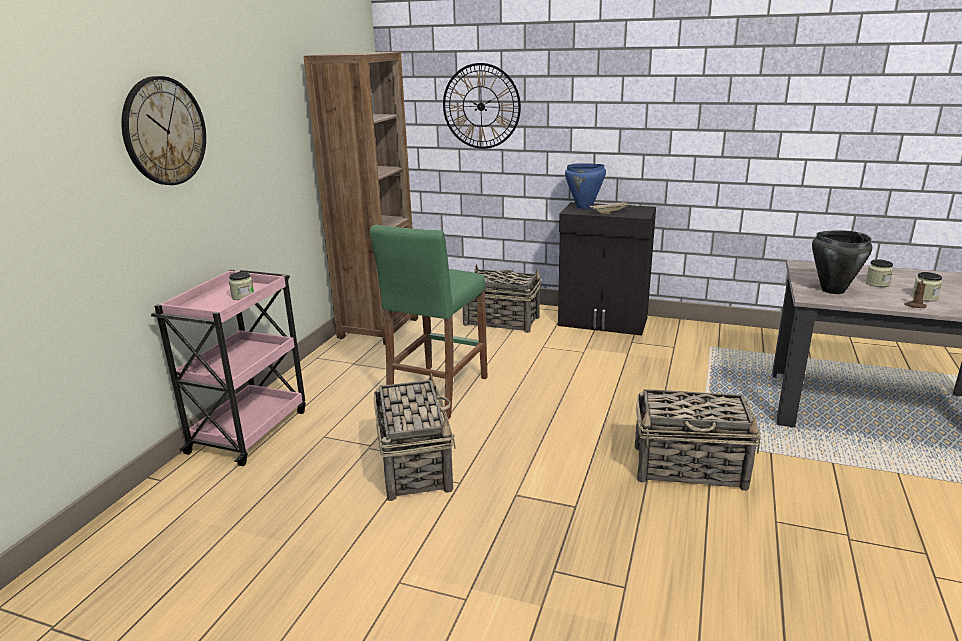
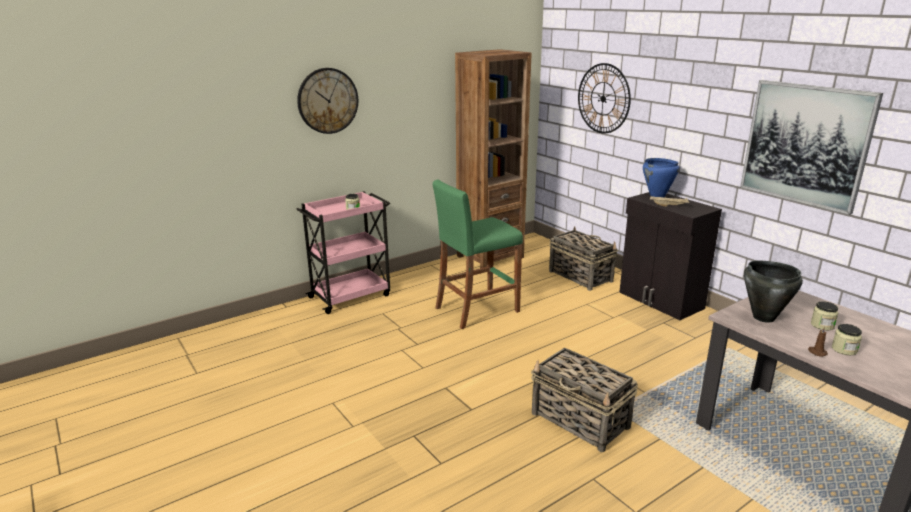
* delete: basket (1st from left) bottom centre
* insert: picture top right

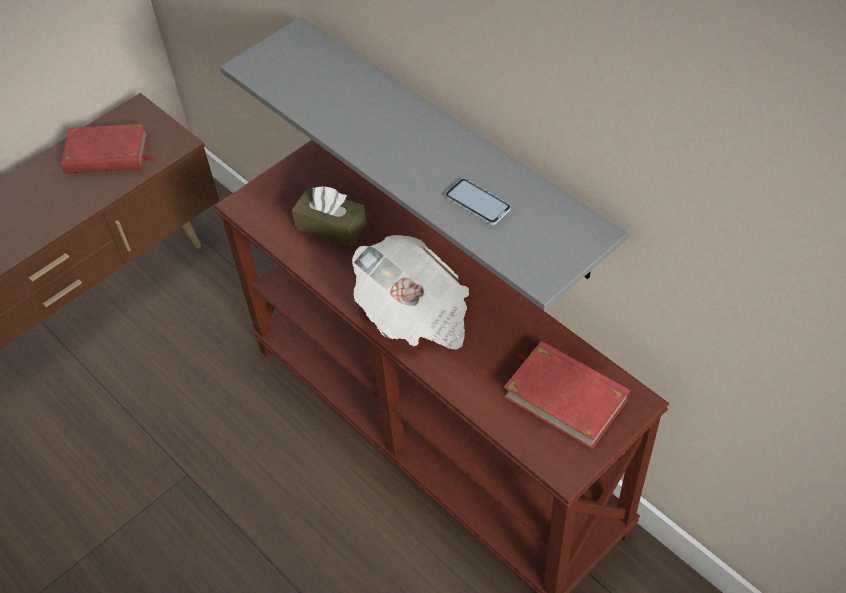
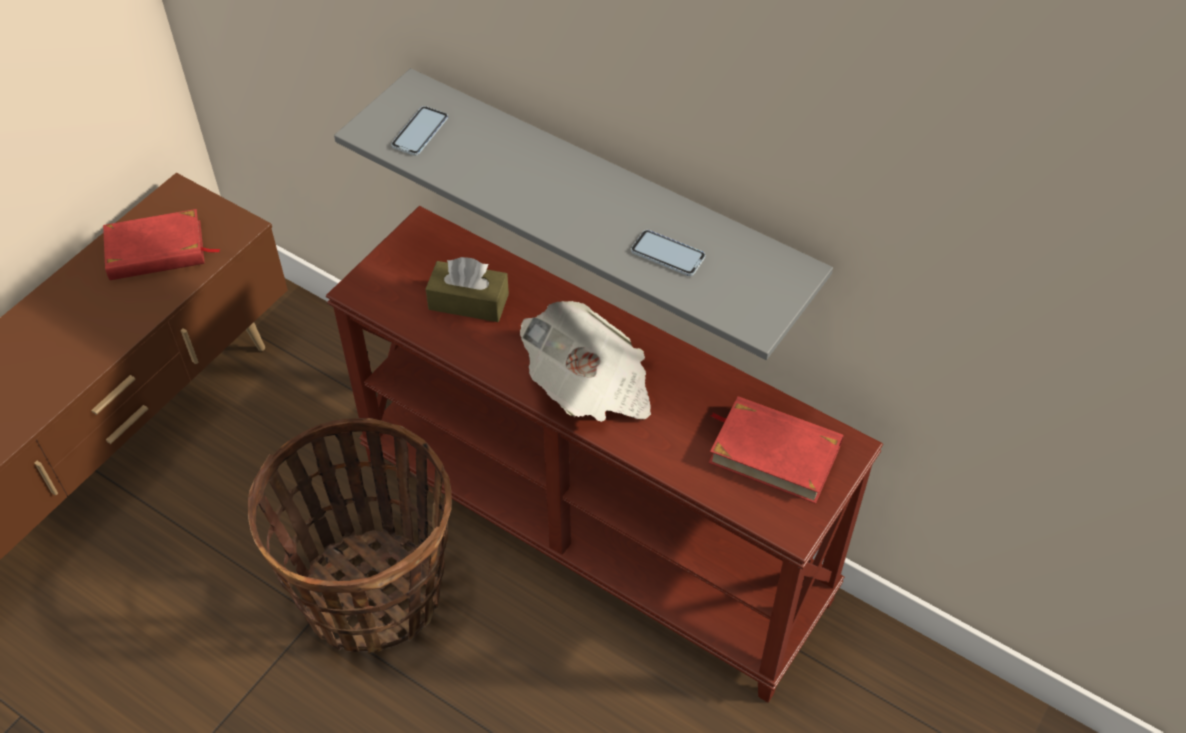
* insert: basket bottom left
* insert: phone (1st from left) top centre

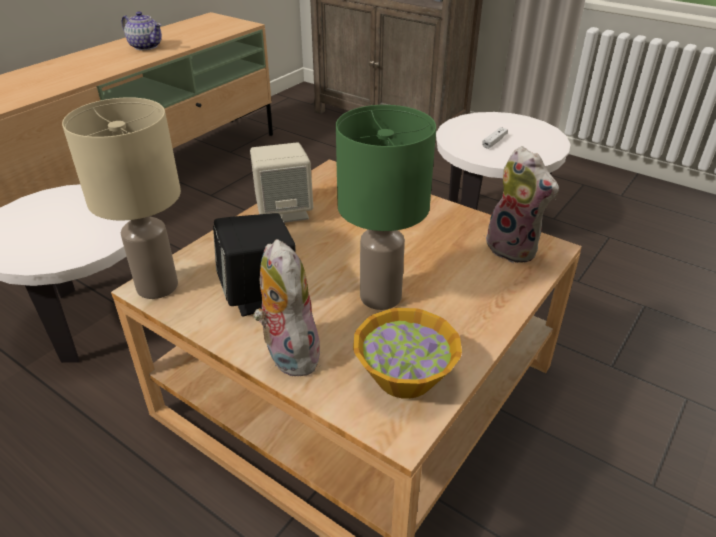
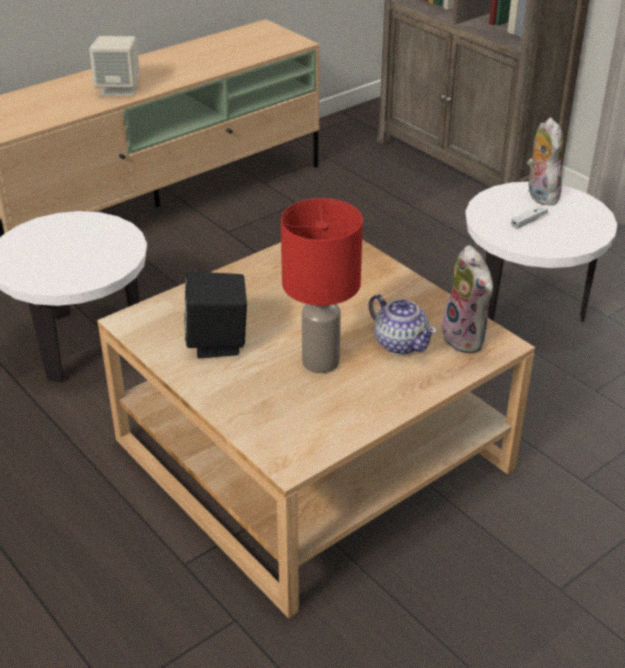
* delete: table lamp (beige) middle left
* move: teapot top left to centre
* move: speaker (beige) centre to top left
* move: plush toy (1st from left in the first image) centre to plush toy (2nd from left) top right
* recolor: table lamp (green) centre to table lamp (red) centre
* delete: bowl centre

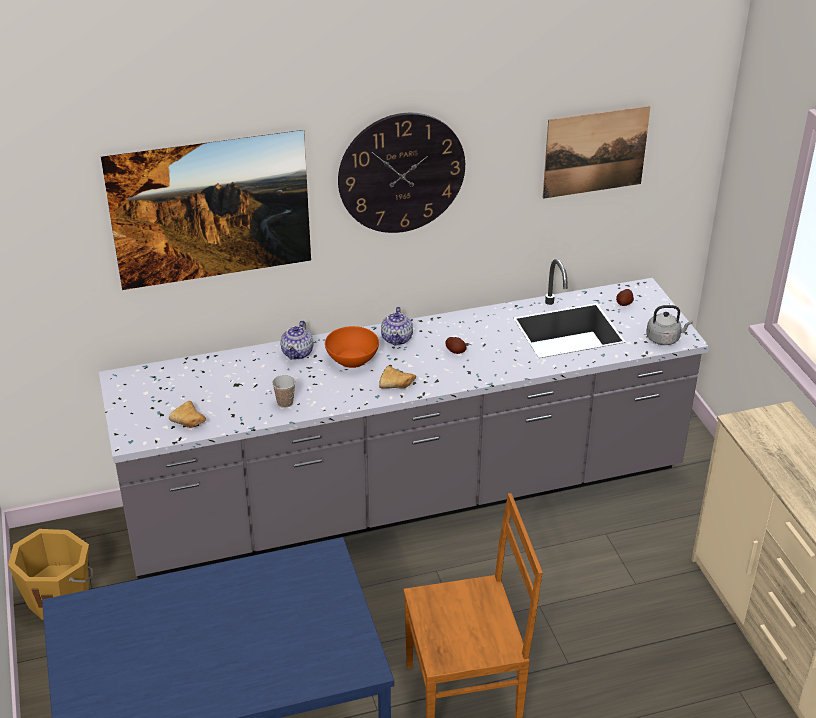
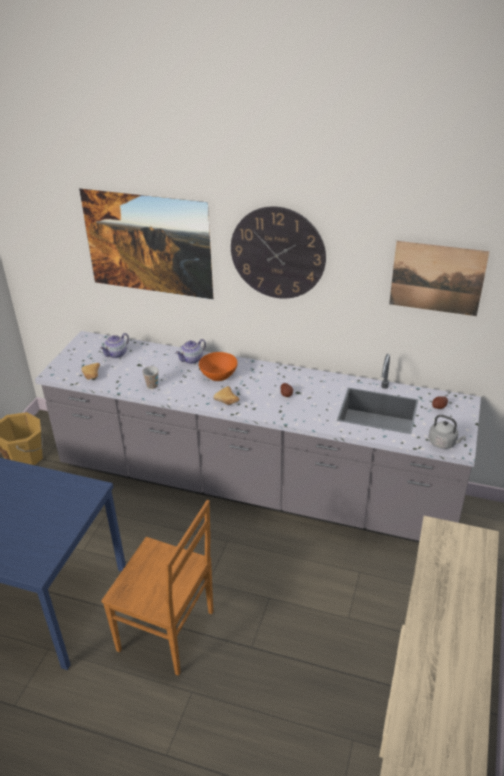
* move: teapot (2nd from left in the first image) centre to teapot (1st from left) middle left

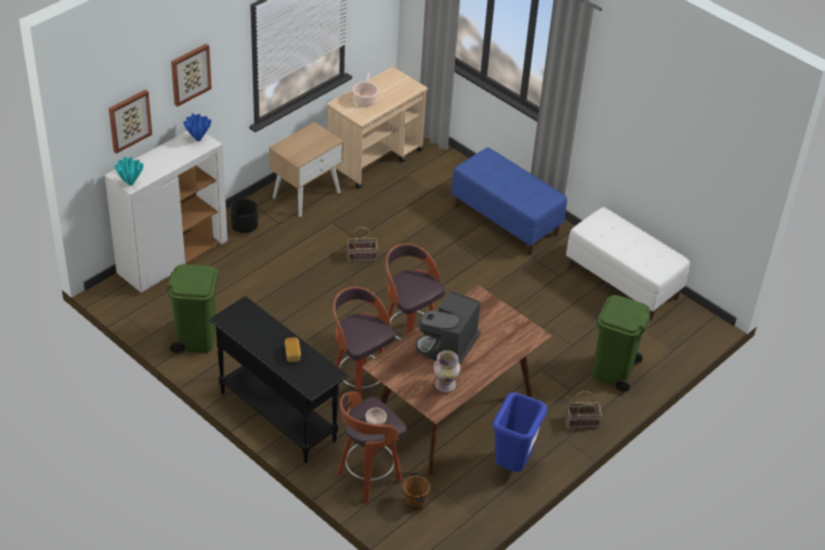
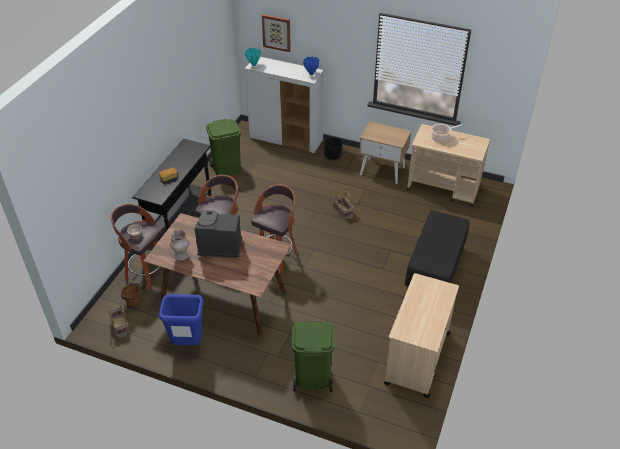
* delete: picture (2nd from left) top left
* recolor: bench (blue) centre to bench (black) middle right
* replace: bench (white) middle right to cart (beige) (1st from left) bottom right
* move: basket (2nd from left in the first image) bottom right to basket (1st from left) bottom left

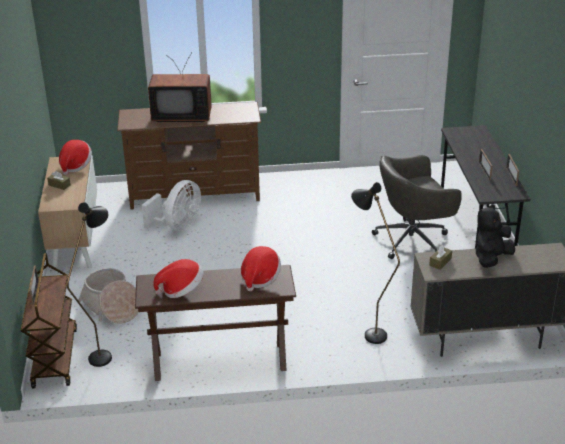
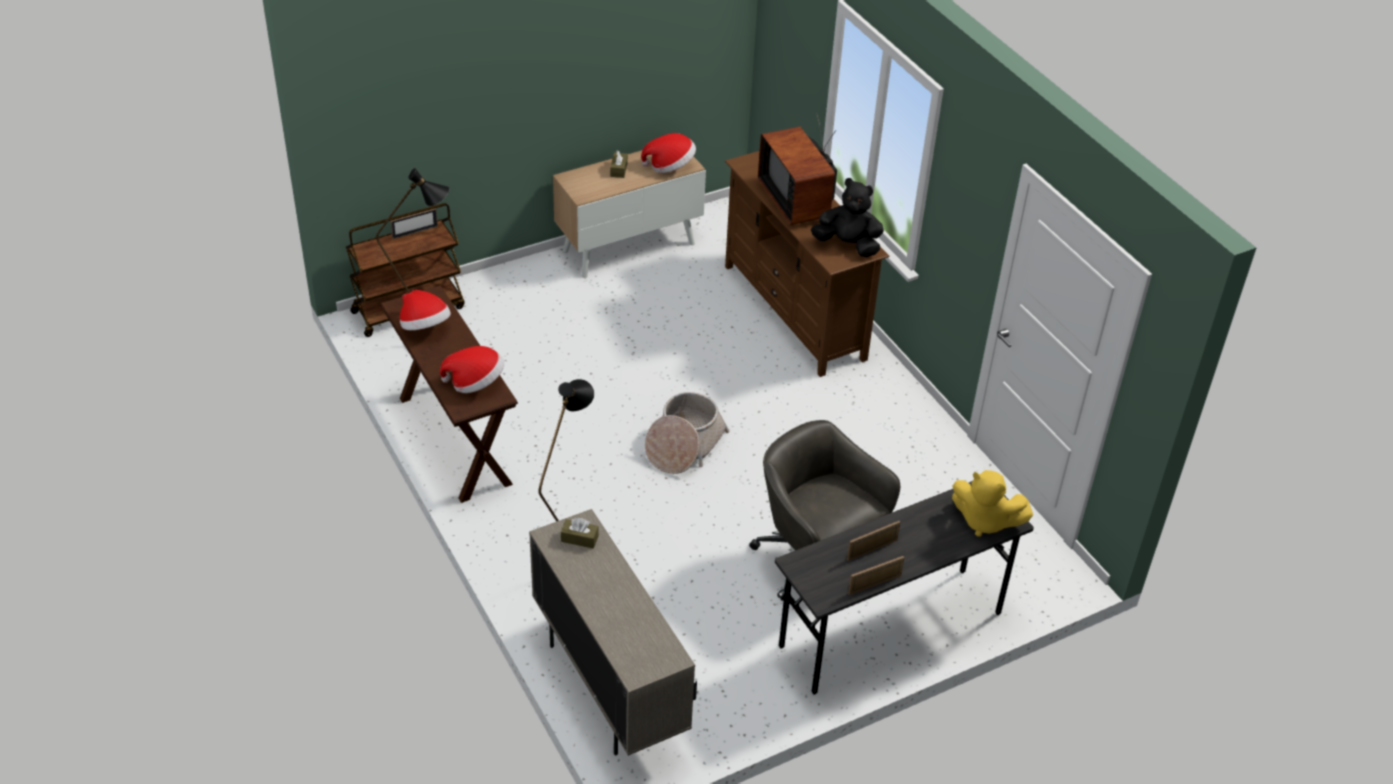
* move: basket bottom left to centre
* delete: fan (white) middle left
* move: plush toy (black) middle right to top centre
* insert: plush toy (yellow) middle right

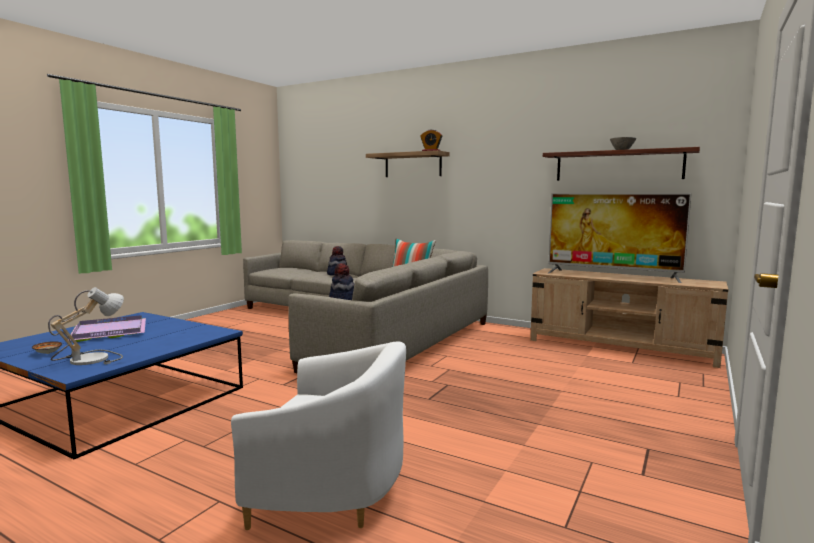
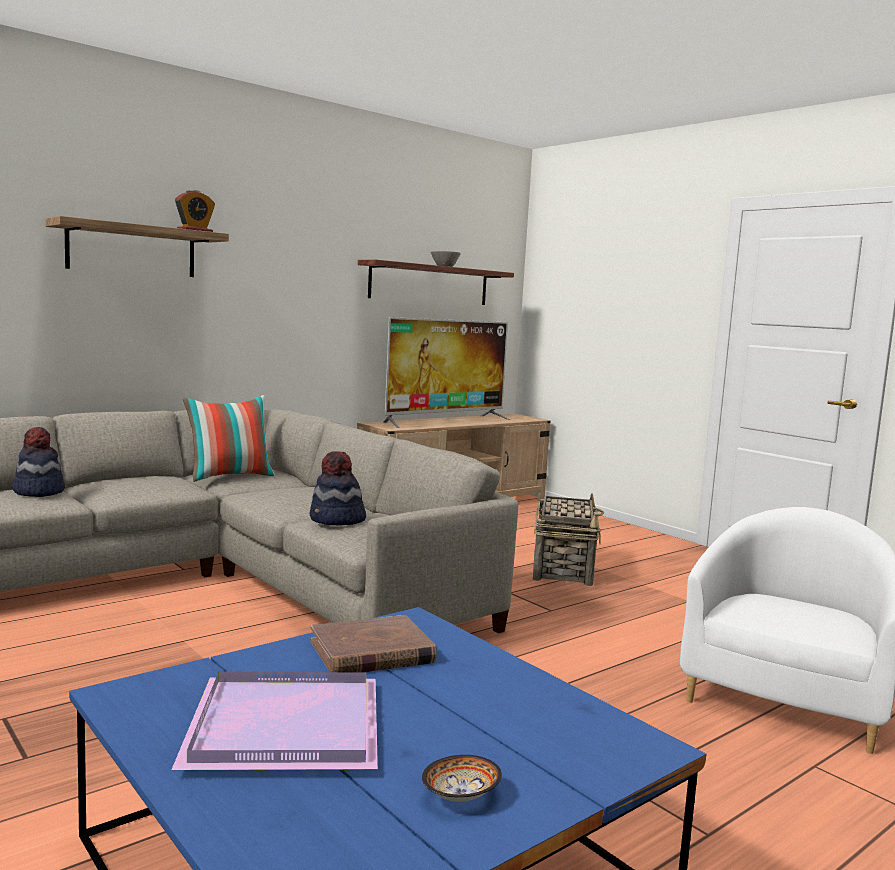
* delete: table lamp middle left
* insert: book (brown) bottom centre
* insert: basket centre

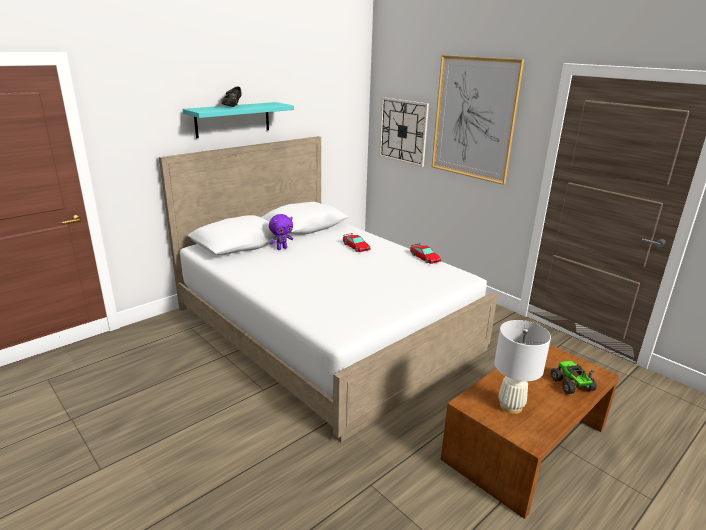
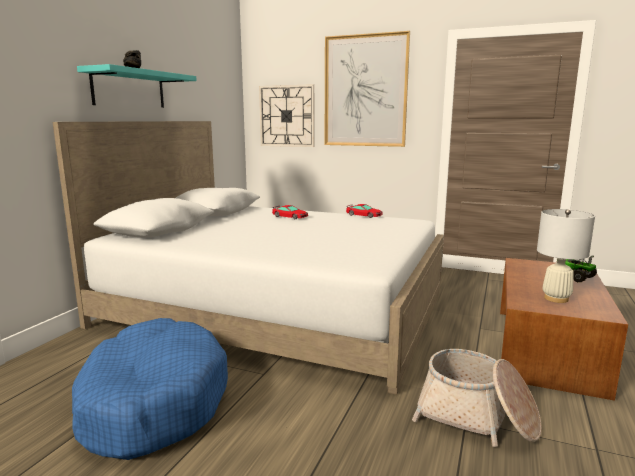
* delete: plush toy (purple) centre
* insert: dog bed (blue) bottom left
* insert: basket bottom right

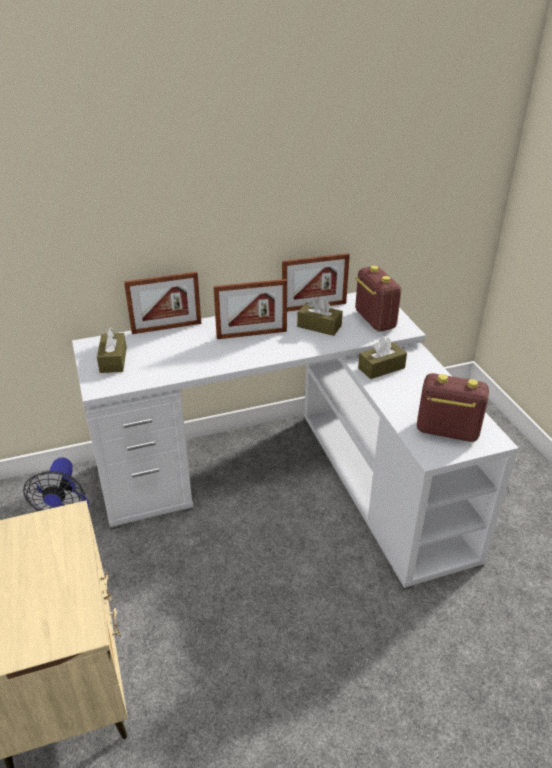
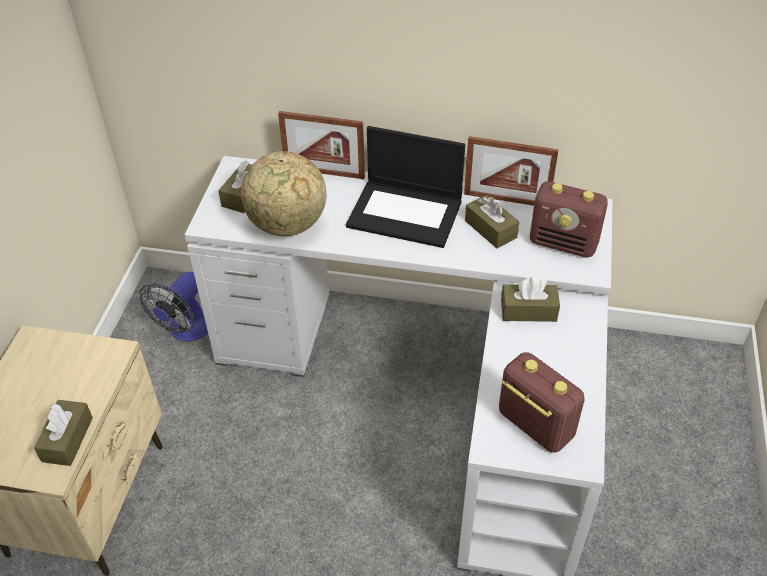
* replace: picture frame (2nd from left) centre to laptop top centre
* rotate: radio (1st from left in the first image) middle right = middle right 105 degrees clockwise
* insert: tissue box (brown) (1st from left) bottom left
* insert: globe centre

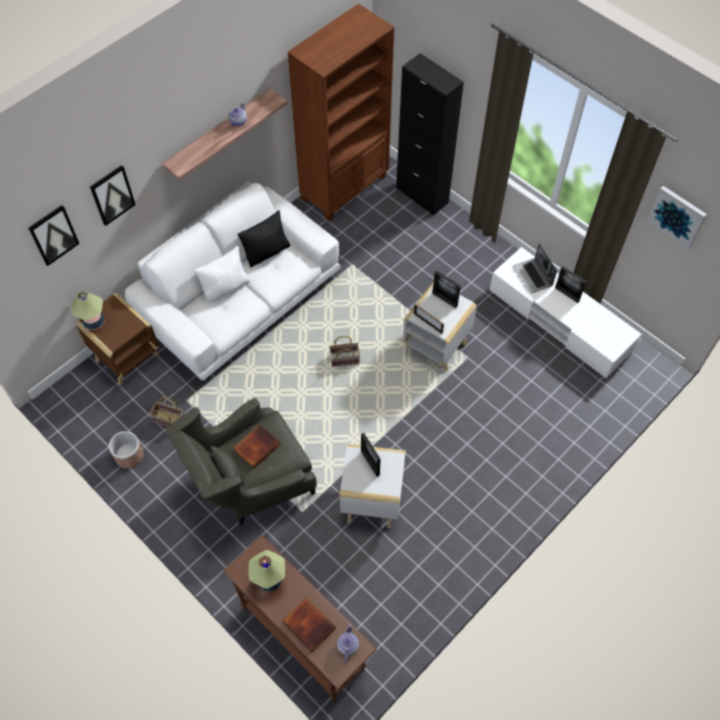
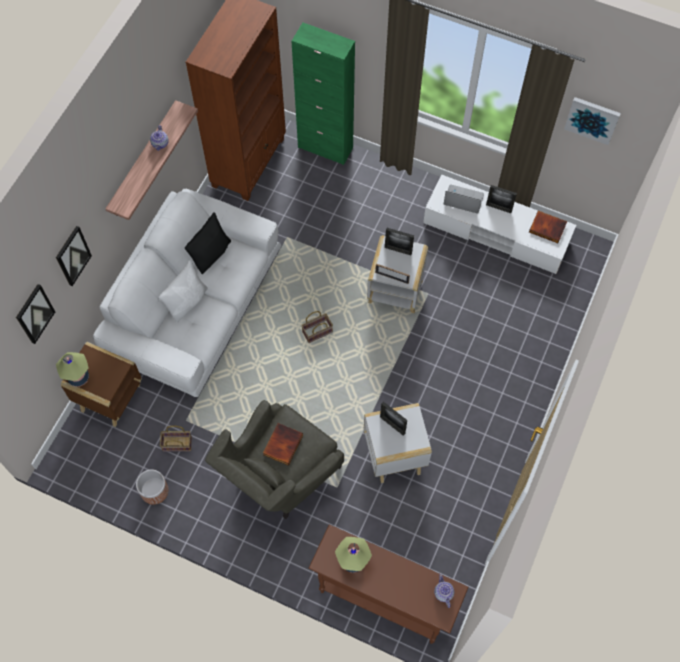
* move: book (2nd from left) bottom centre to middle right
* recolor: cabinet (black) top centre to cabinet (green) top centre
* rotate: laptop middle right = top right 150 degrees clockwise

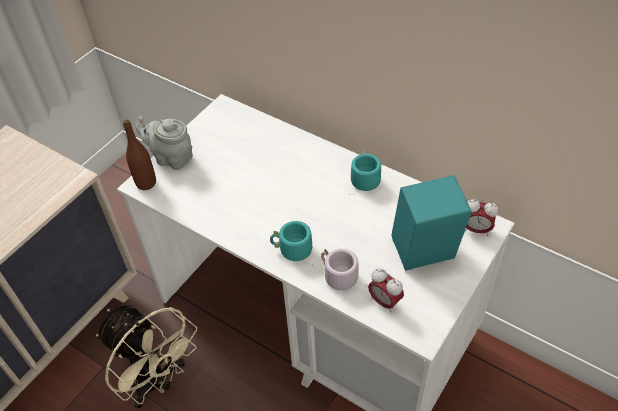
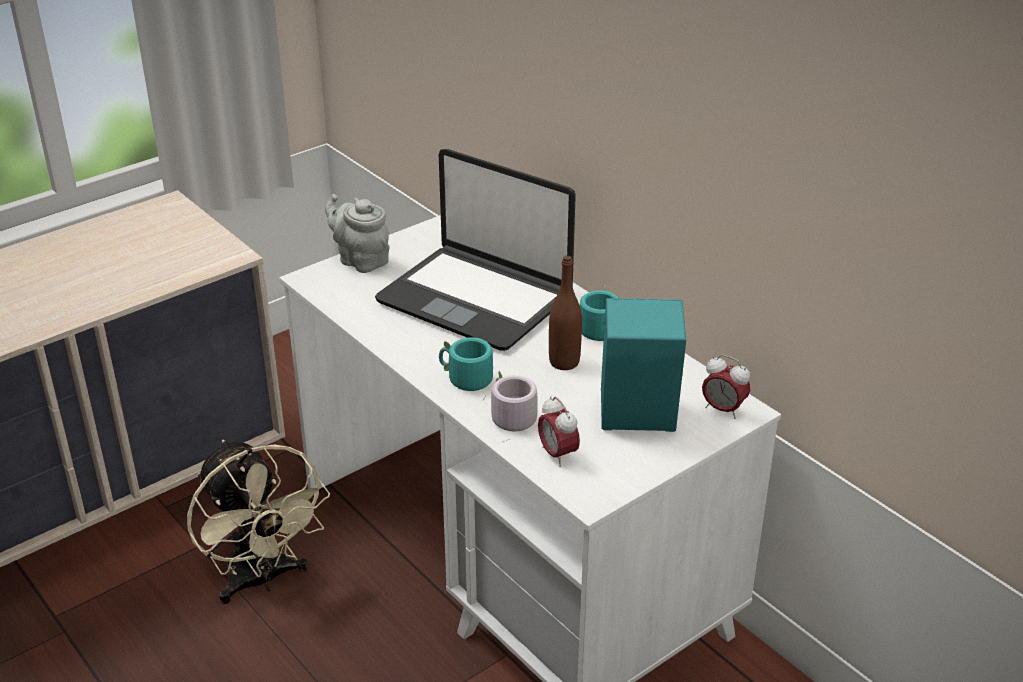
* move: bottle (brown) middle left to centre
* insert: laptop centre

